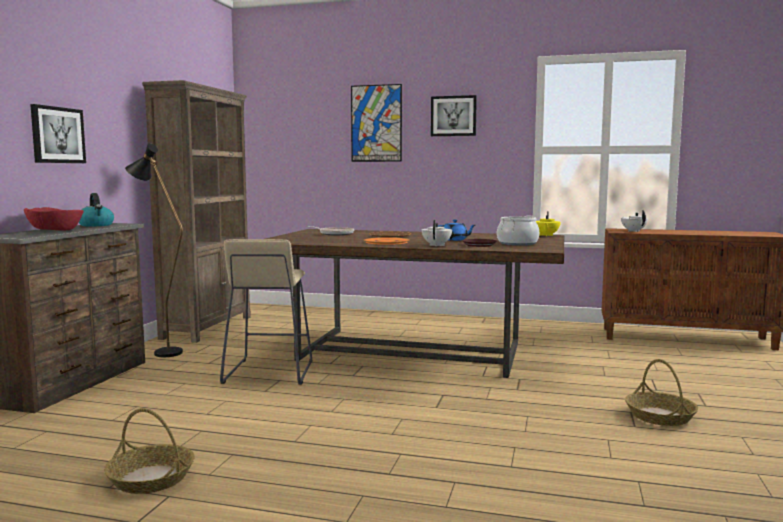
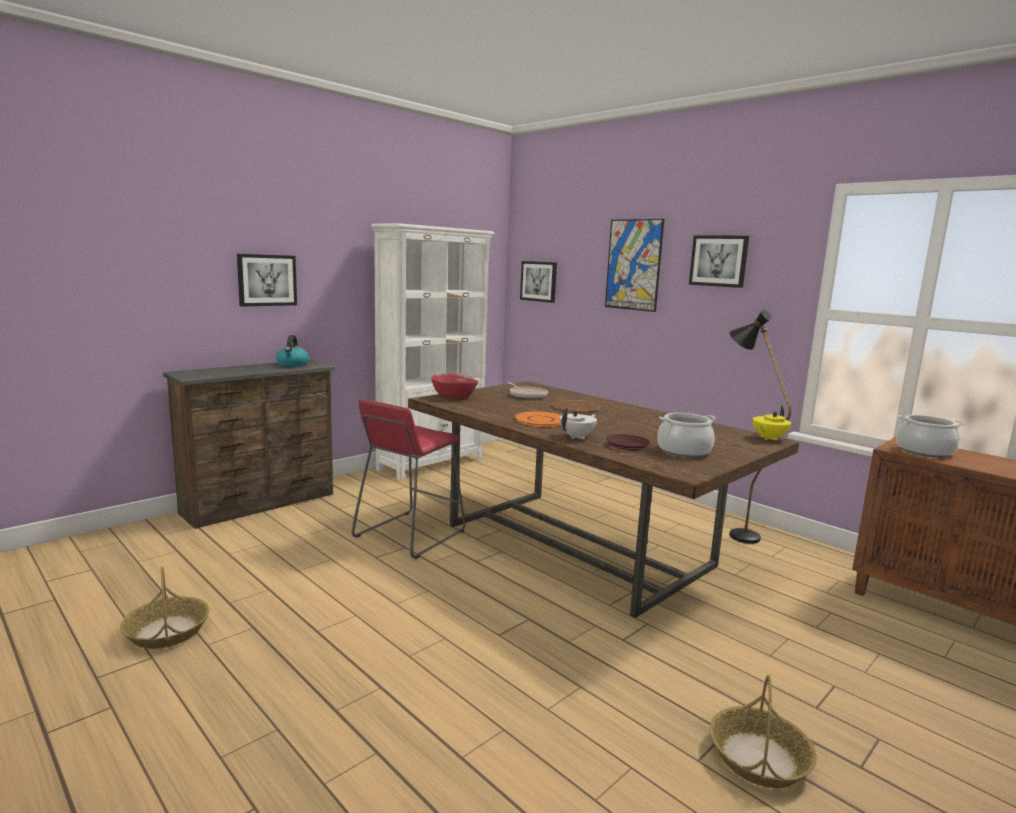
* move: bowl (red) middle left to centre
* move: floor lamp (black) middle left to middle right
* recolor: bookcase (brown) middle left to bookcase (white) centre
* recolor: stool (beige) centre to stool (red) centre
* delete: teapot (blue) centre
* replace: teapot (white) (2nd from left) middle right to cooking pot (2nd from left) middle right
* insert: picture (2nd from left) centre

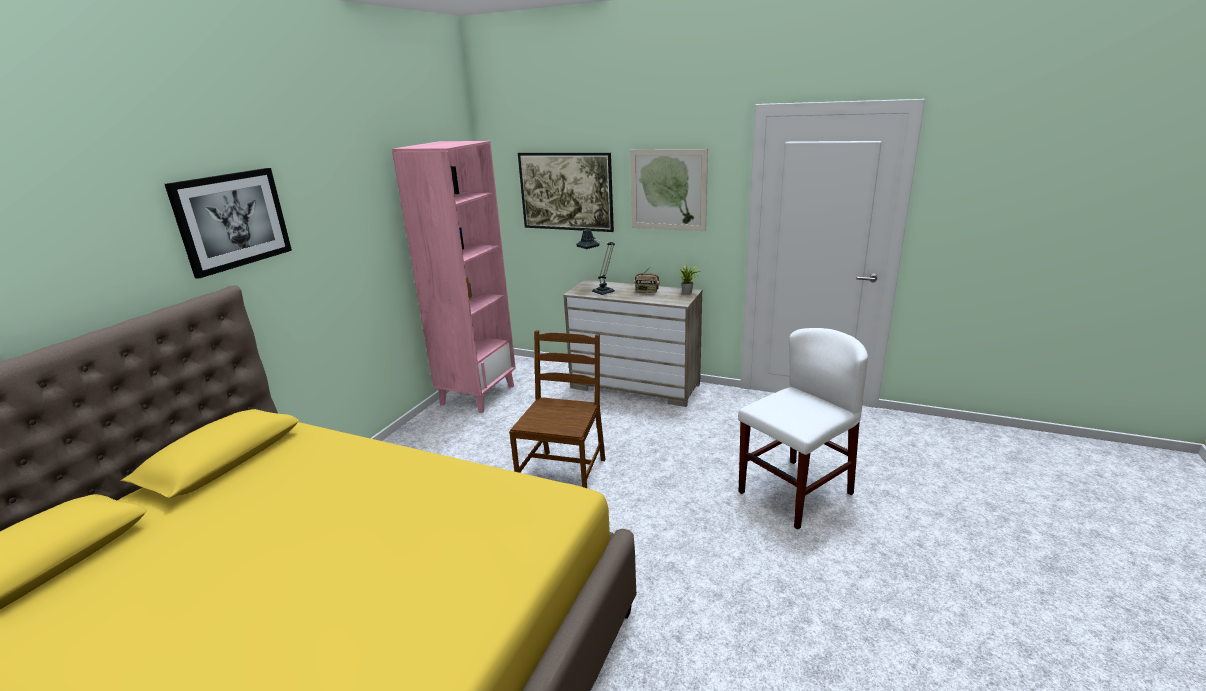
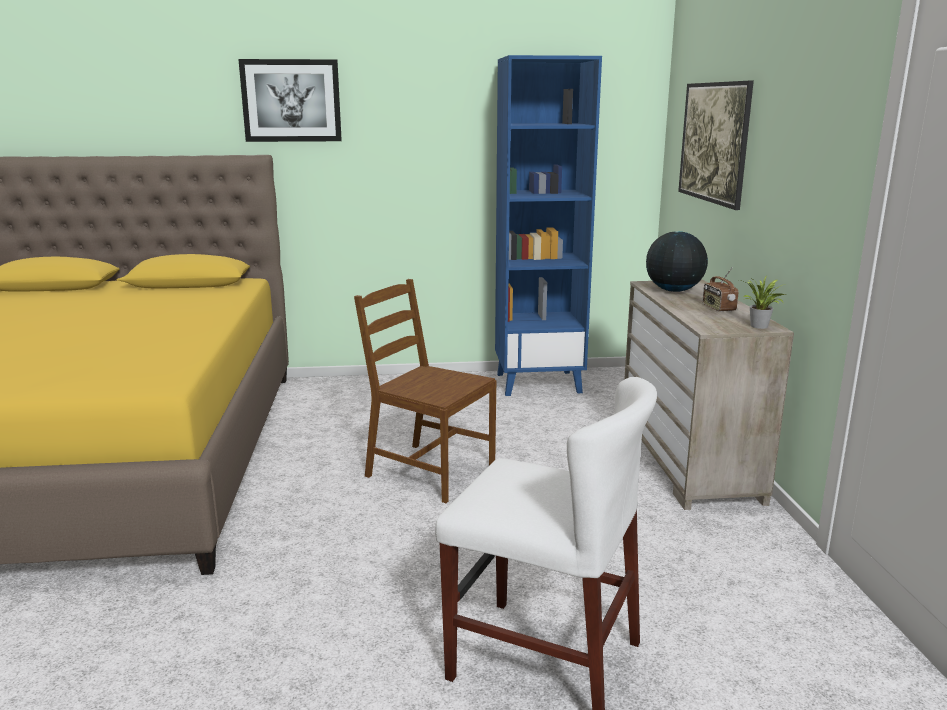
* recolor: bookcase (pink) centre to bookcase (blue) top centre
* rotate: chair (brown) centre = centre 135 degrees counterclockwise
* replace: table lamp centre to globe middle right
* delete: picture (3rd from left) top centre

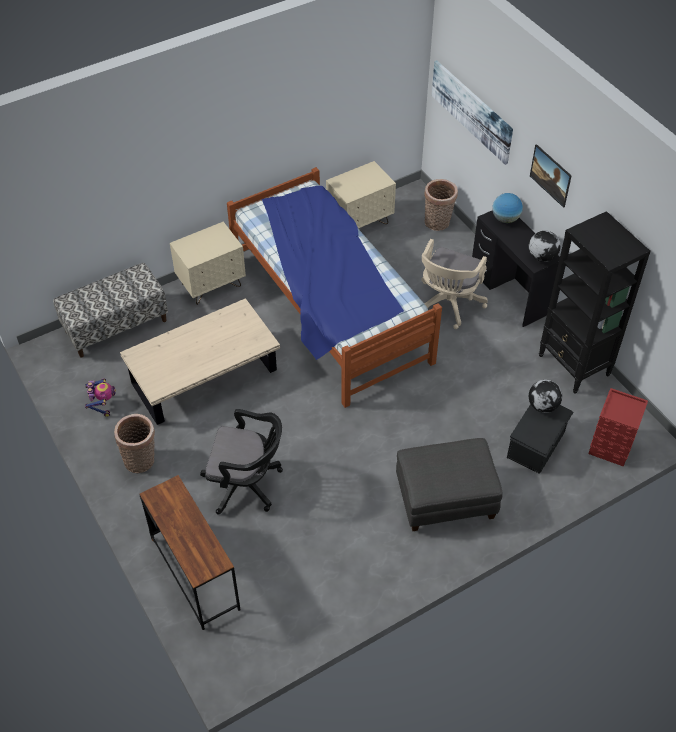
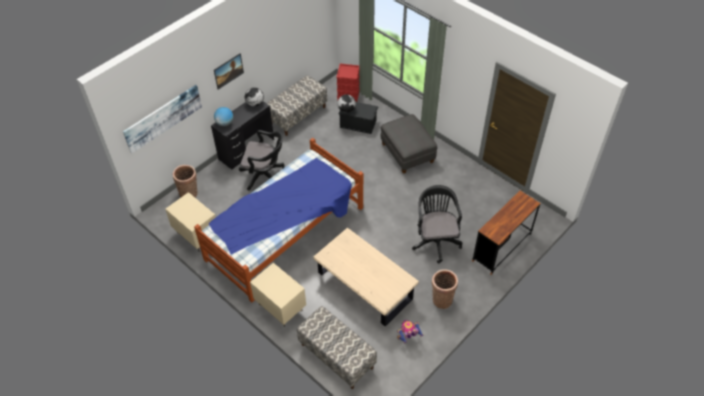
* recolor: office chair (beige) middle right to office chair (black) (1st from left) centre
* replace: bookcase (black) middle right to bench (1st from left) top centre

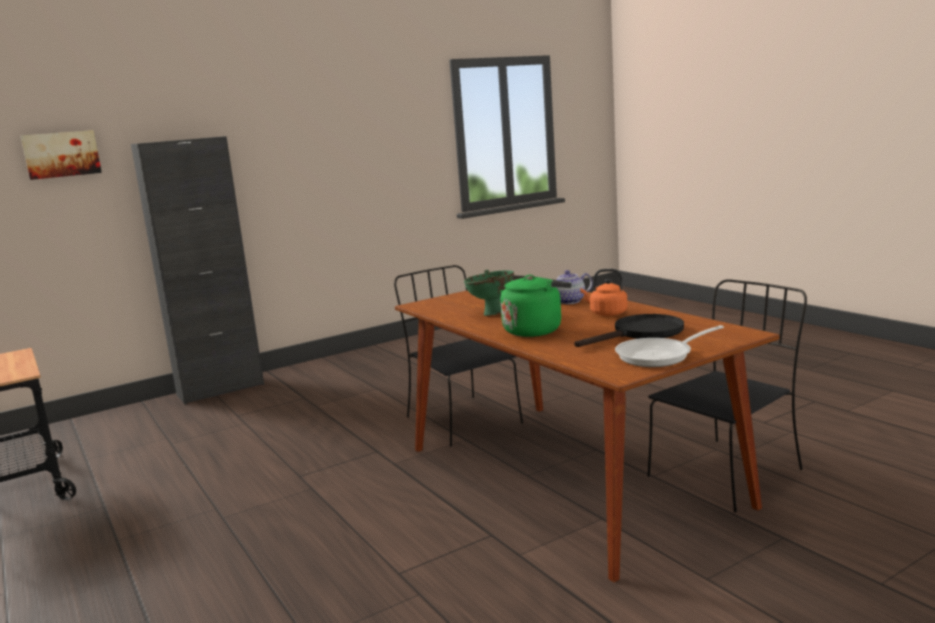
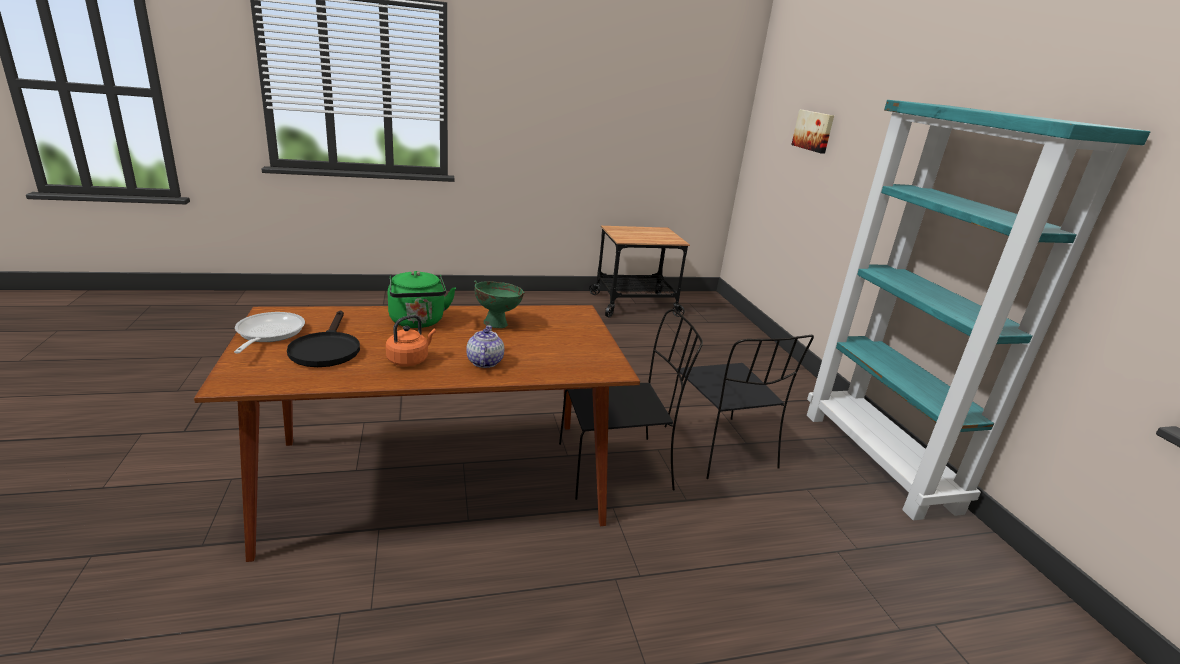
* delete: cabinet (black) middle left
* move: chair (black) (2nd from left) middle right to centre
* insert: bookcase (turquoise) middle right

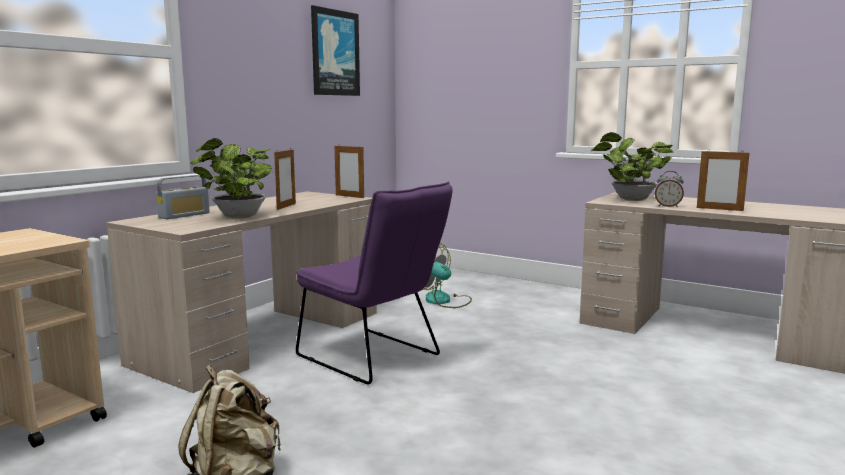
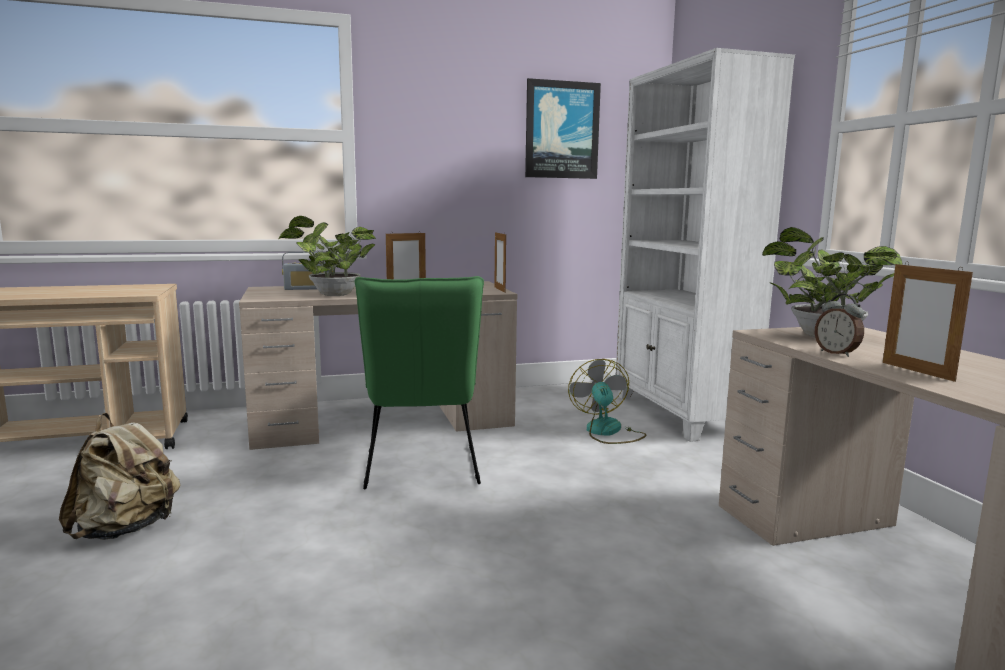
* recolor: chair (purple) centre to chair (green) centre
* insert: bookcase (white) middle right

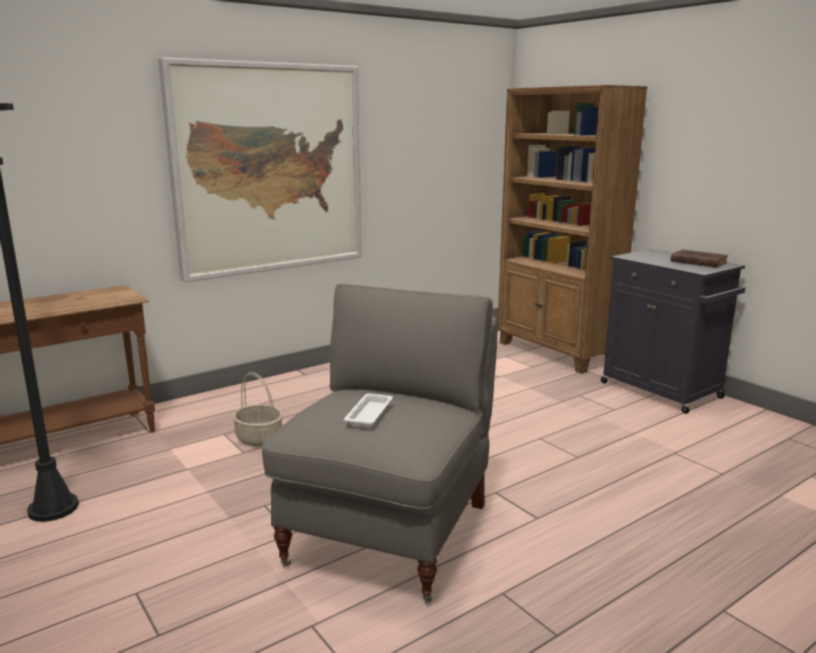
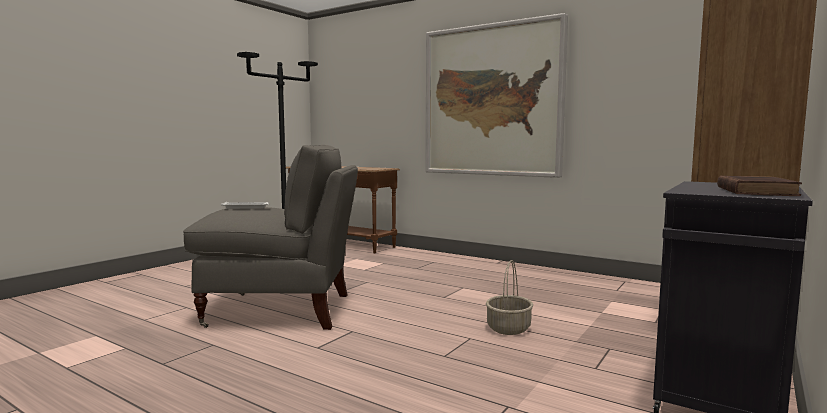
* move: basket middle left to bottom centre

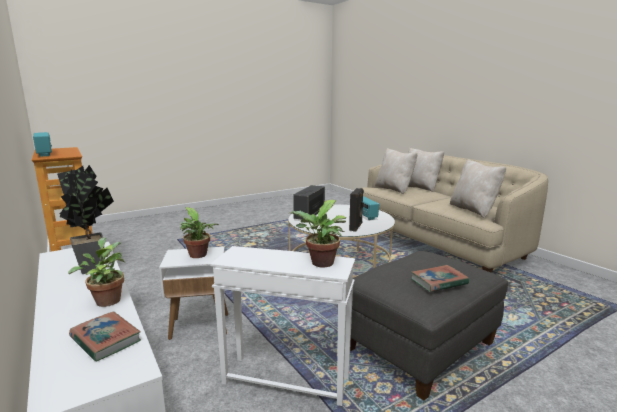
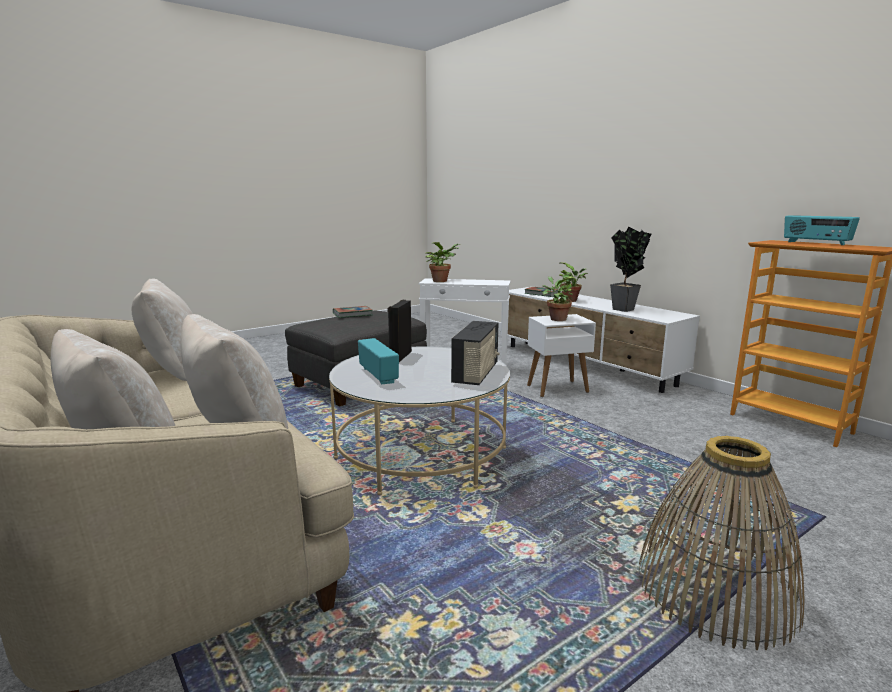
* insert: basket bottom right

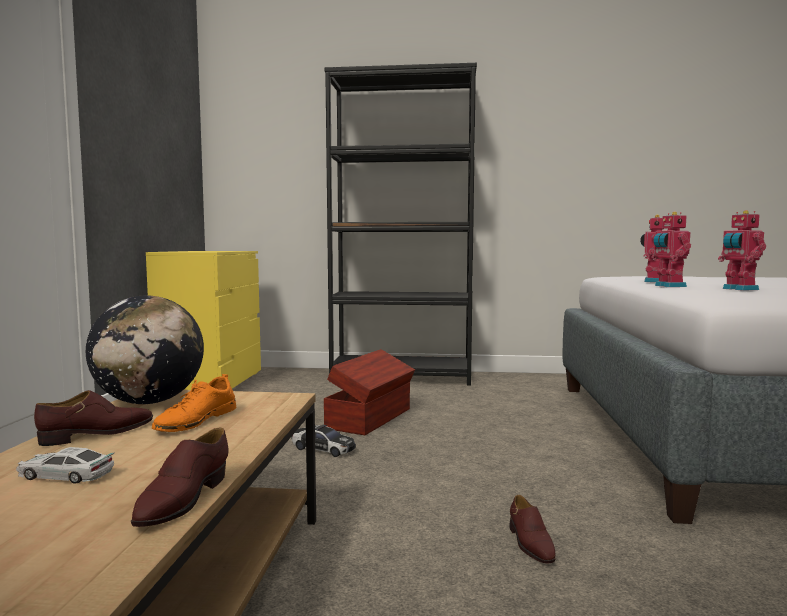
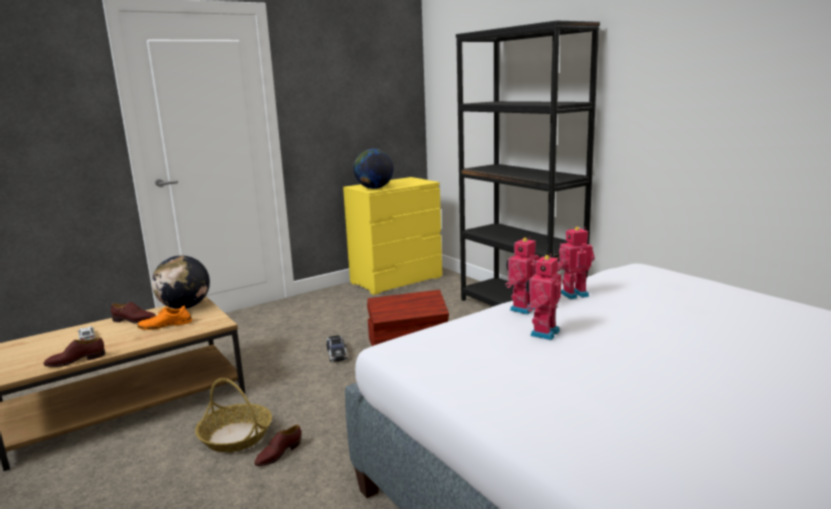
* insert: basket bottom left
* insert: globe (2nd from left) top centre

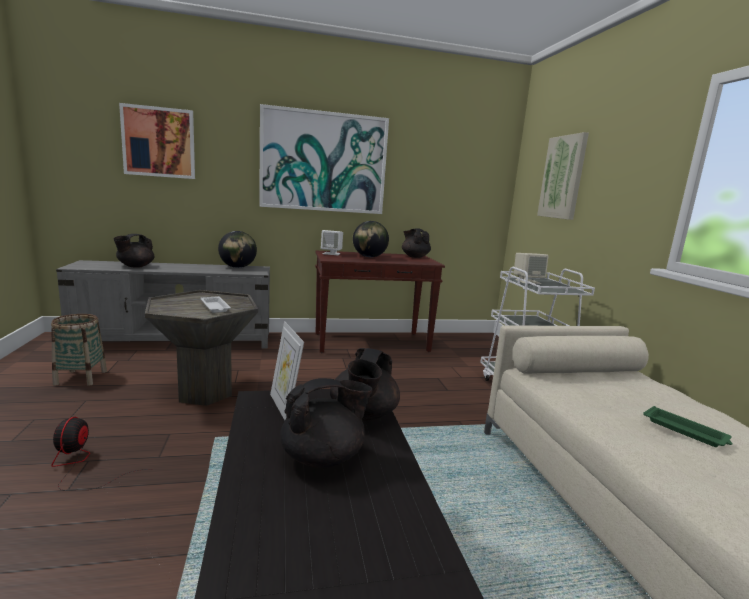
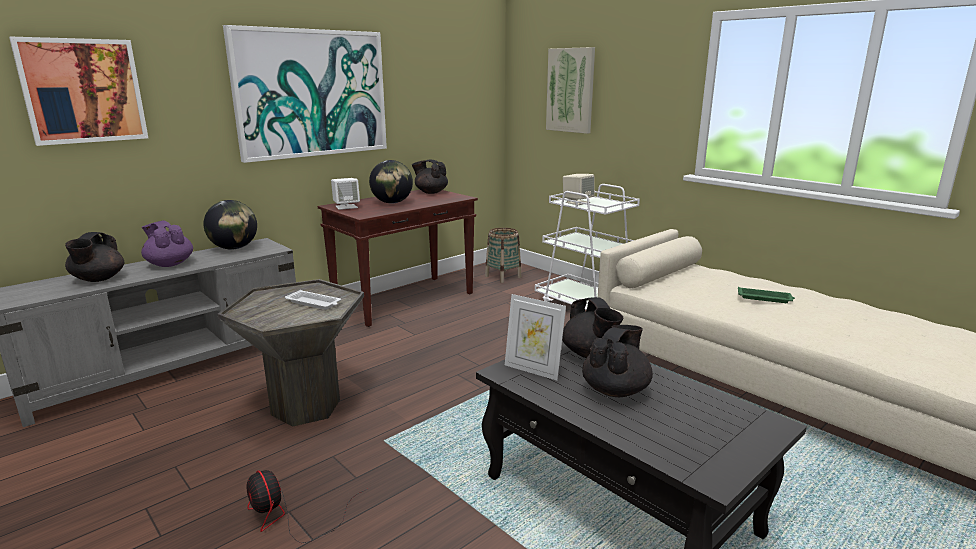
* move: basket middle left to centre
* insert: teapot (purple) middle left

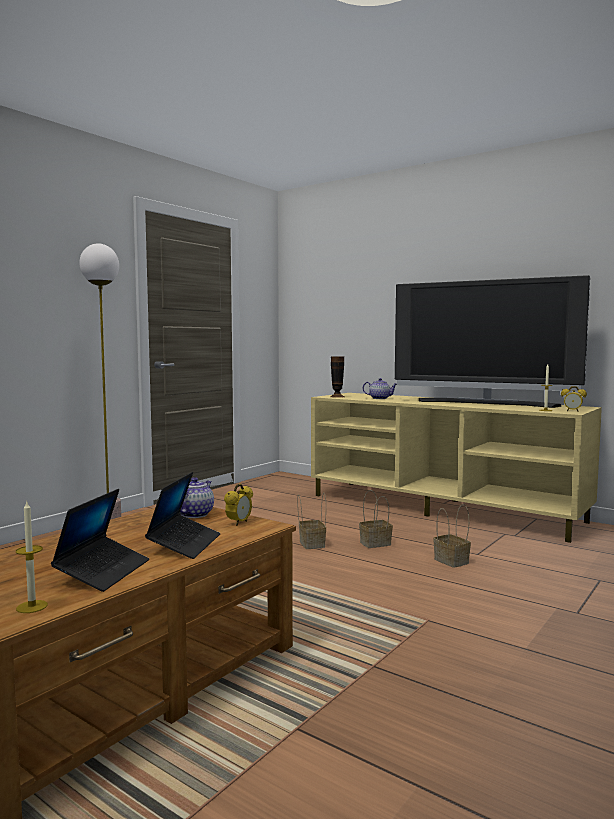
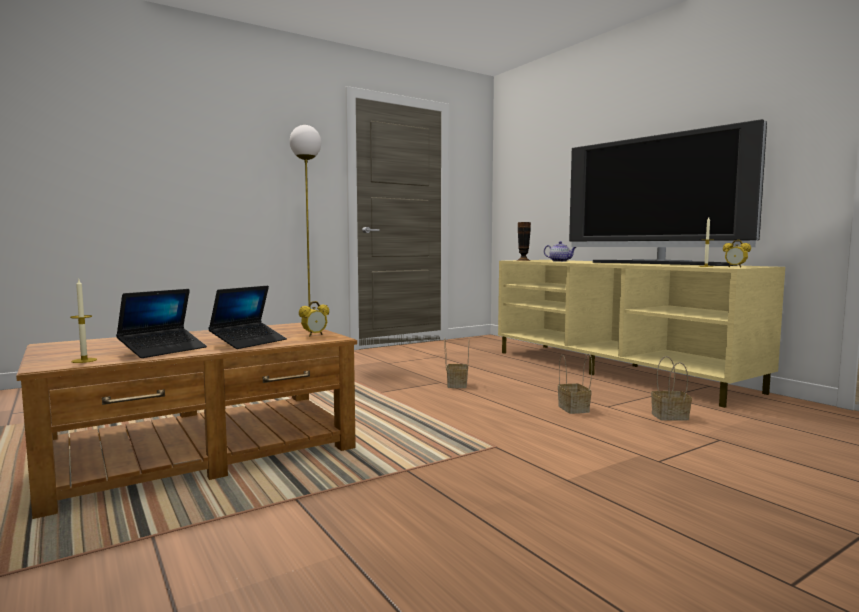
* delete: teapot (1st from left) middle left
* move: basket (2nd from left in the first image) centre to basket (3rd from left) middle right

